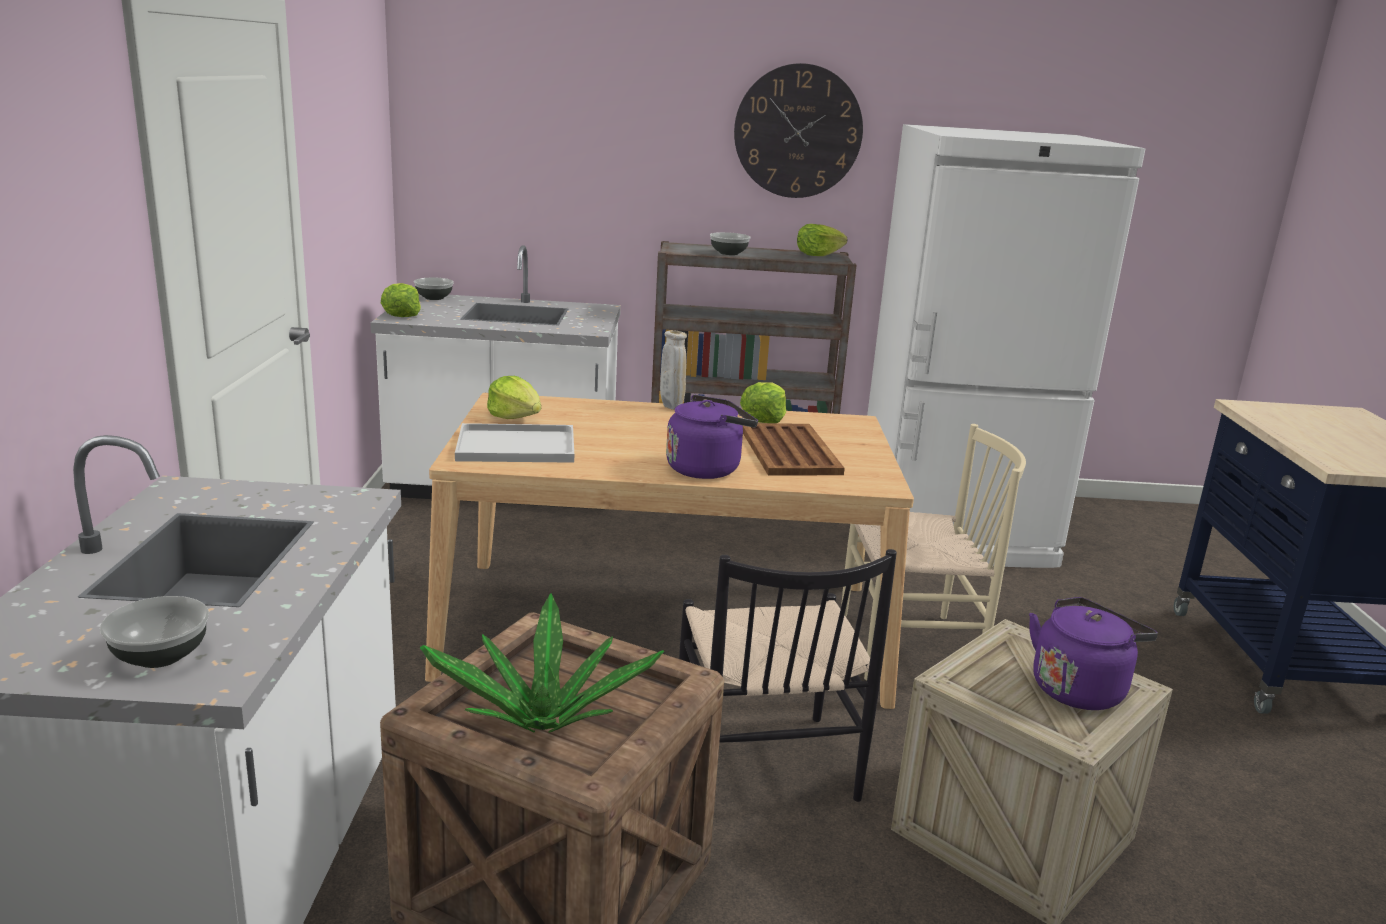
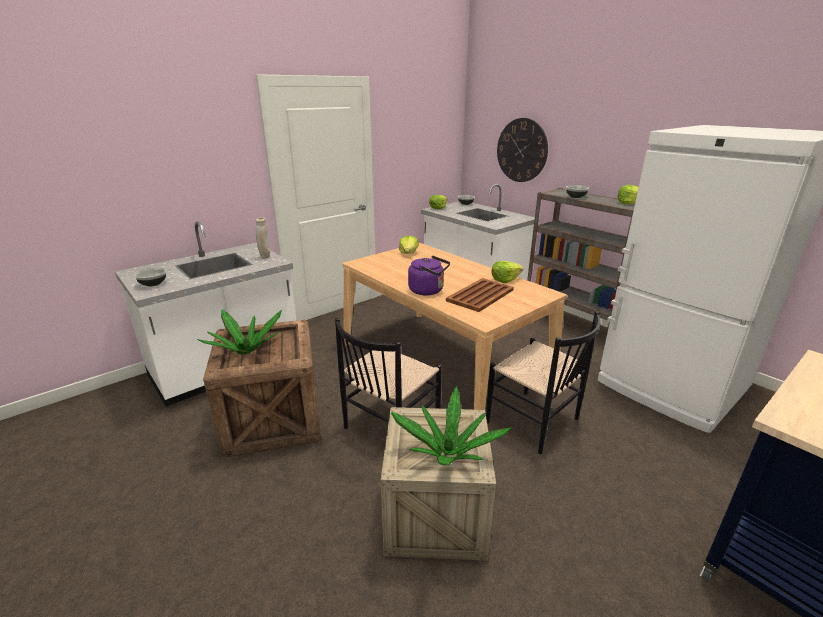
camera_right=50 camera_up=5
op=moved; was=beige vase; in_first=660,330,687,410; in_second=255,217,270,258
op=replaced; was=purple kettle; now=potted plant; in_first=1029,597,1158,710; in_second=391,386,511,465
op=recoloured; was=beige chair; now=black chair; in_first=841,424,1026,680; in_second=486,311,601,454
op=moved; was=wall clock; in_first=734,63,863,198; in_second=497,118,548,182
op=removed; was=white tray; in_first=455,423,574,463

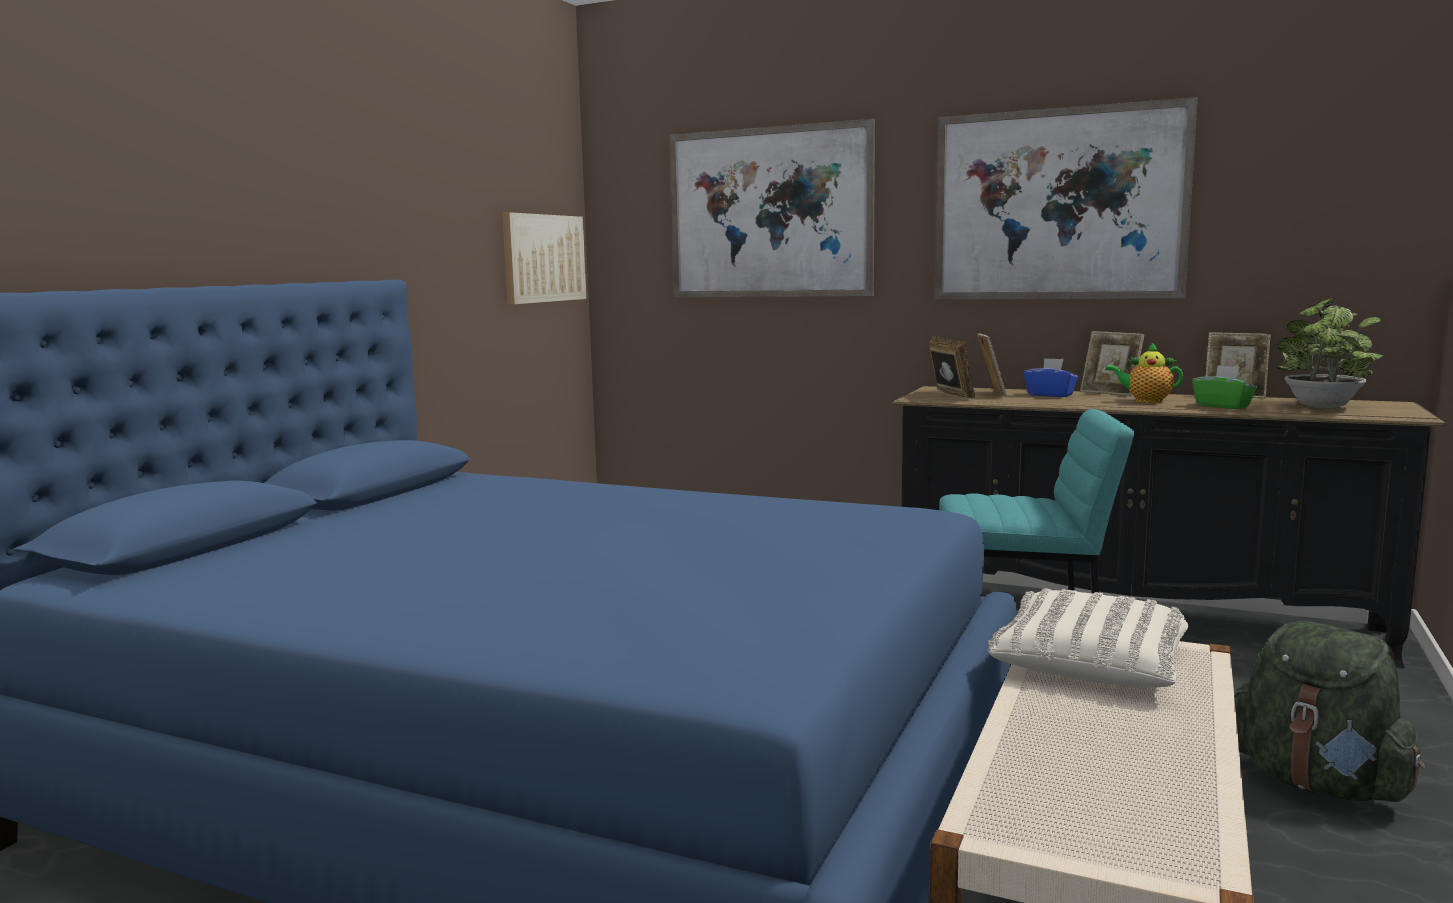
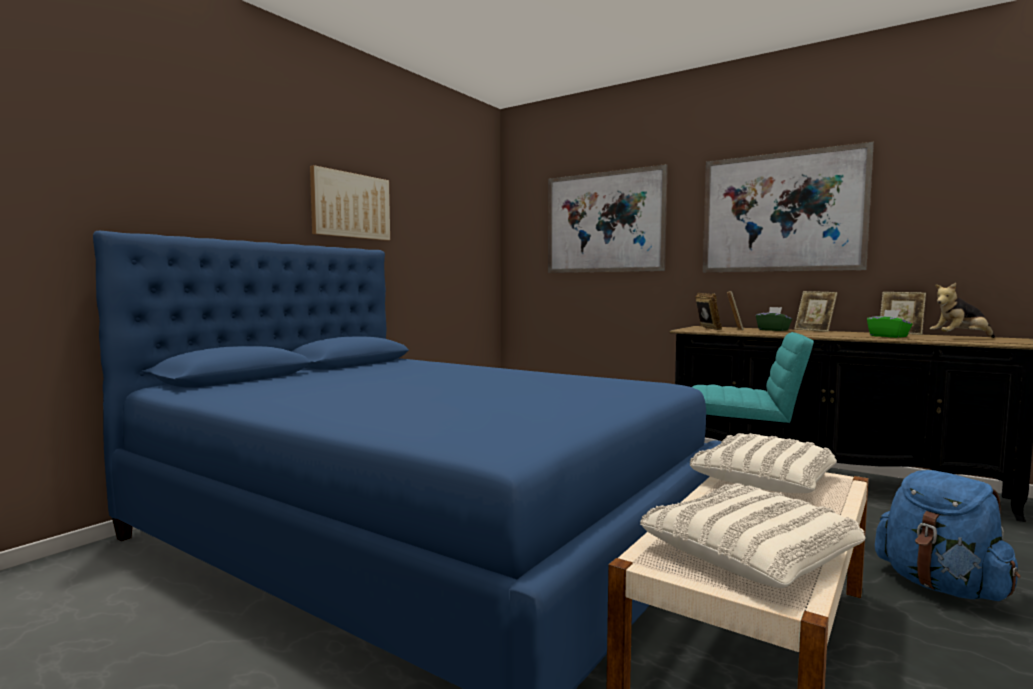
camera_right=10 camera_up=-5
op=moved; was=picture; in_first=502,212,586,305; in_second=310,165,390,241
op=added; now=beige pillow; in_second=640,483,866,588
op=recoloured; was=blue tissue box; now=green tissue box; in_first=1024,358,1079,397; in_second=756,307,792,331
op=recoloured; was=green backpack; now=blue backpack; in_first=1234,621,1425,802; in_second=875,470,1021,601
op=replaced; was=potted plant; now=plush toy; in_first=1277,298,1383,408; in_second=930,283,995,338
op=removed; was=teapot; in_first=1105,342,1183,403

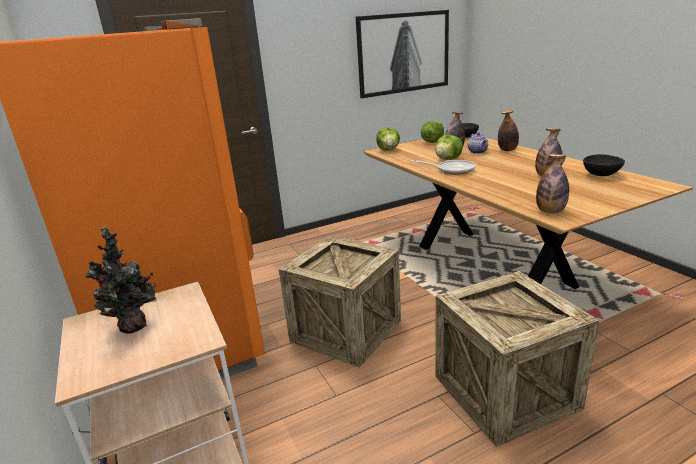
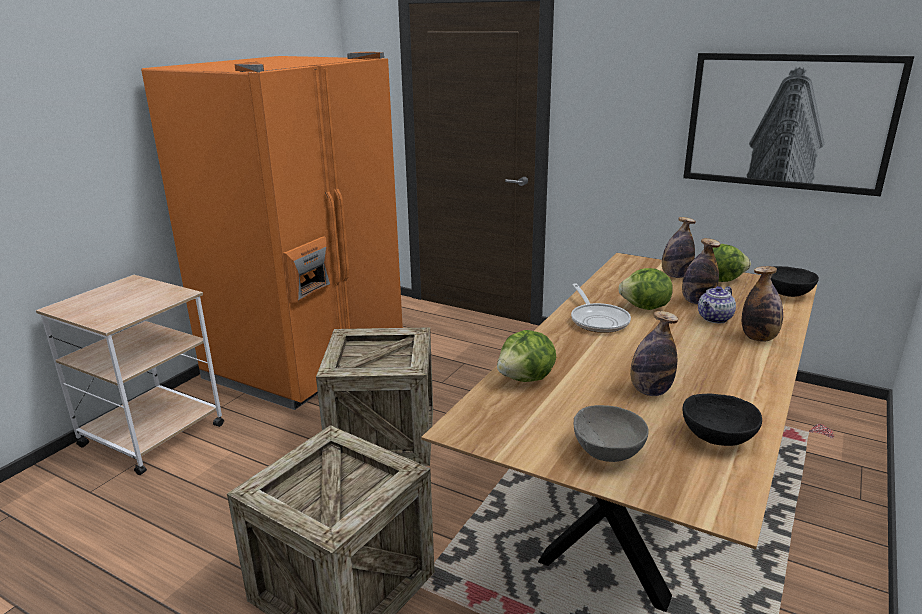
camera_right=55 camera_up=0
op=moved; was=lettuce; in_first=376,128,400,150; in_second=497,330,556,382
op=added; now=grey bowl; in_second=574,405,649,462
op=moved; was=bottle; in_first=536,154,569,213; in_second=662,217,696,278
op=removed; was=potted plant; in_first=85,226,157,334

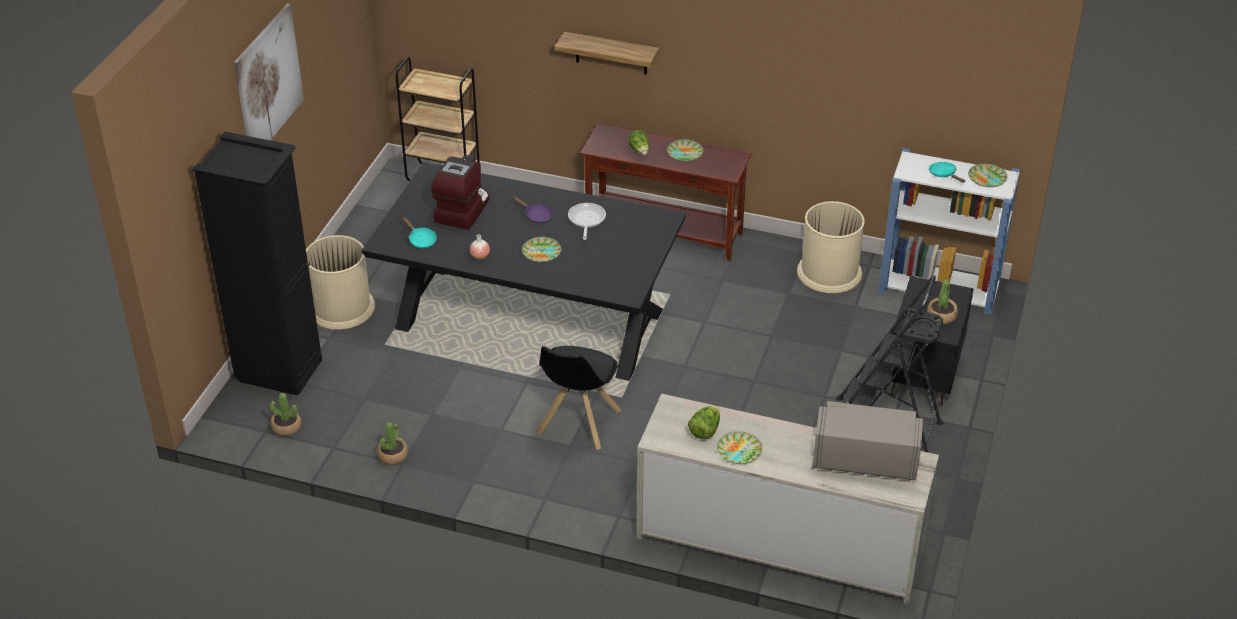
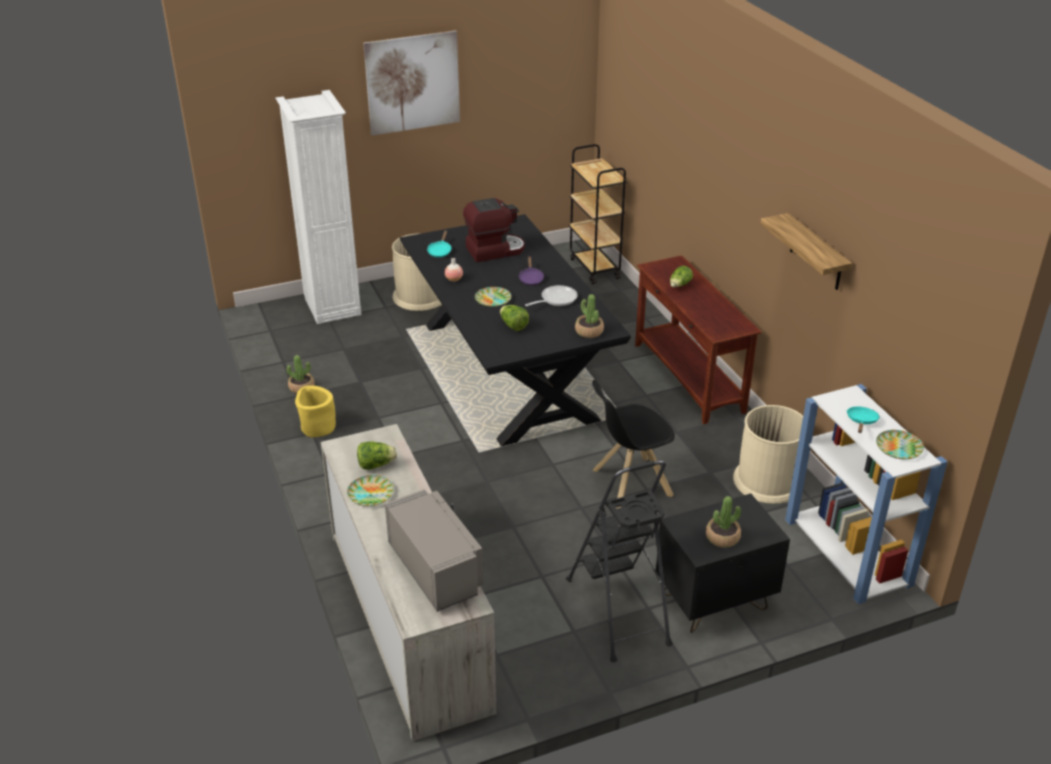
camera_right=50 camera_up=-5
op=recoloured; was=black cabinet; now=white cabinet; in_first=192,132,322,395; in_second=276,90,361,324
op=added; now=yellow planter; in_second=295,386,336,437
op=added; now=lettuce; in_second=500,305,529,331
op=moved; was=potted plant; in_first=270,393,301,436; in_second=575,294,604,338
op=moved; was=black chair; in_first=536,346,622,450; in_second=592,380,675,509
op=moved; was=shelf; in_first=555,31,659,75; in_second=760,213,852,290
op=removed; was=plate; in_first=667,139,704,161

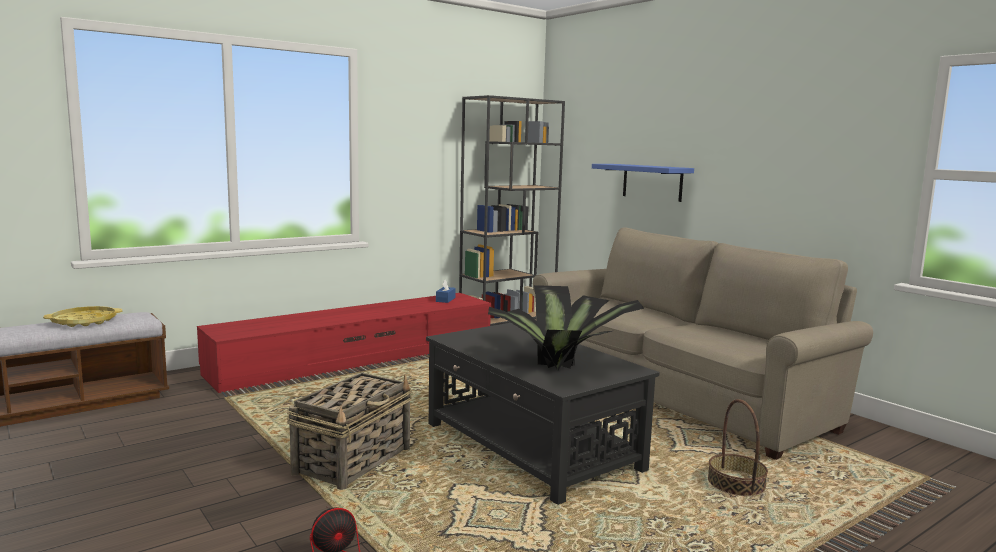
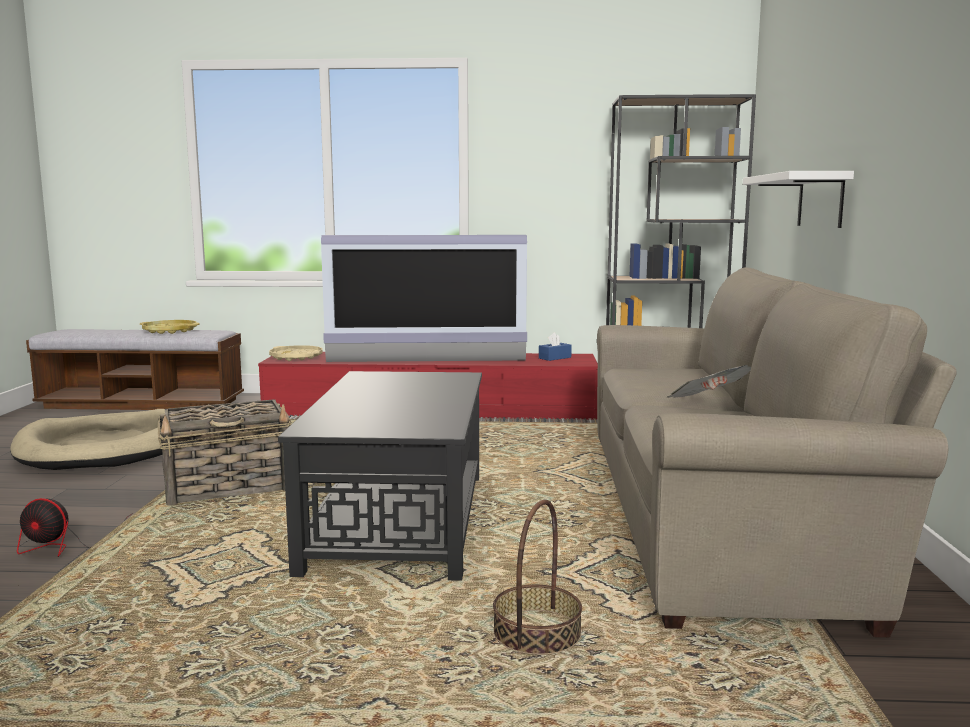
camera_right=40 camera_up=0
op=added; now=beige dog bed; in_second=10,409,165,470
op=added; now=beige tray; in_second=269,345,323,361
op=added; now=television; in_second=321,235,527,362
op=added; now=newspaper; in_second=667,365,751,398
op=recoloured; was=blue shelf; now=white shelf; in_first=592,164,694,202; in_second=743,171,854,228
op=removed; was=potted plant; in_first=488,285,645,370

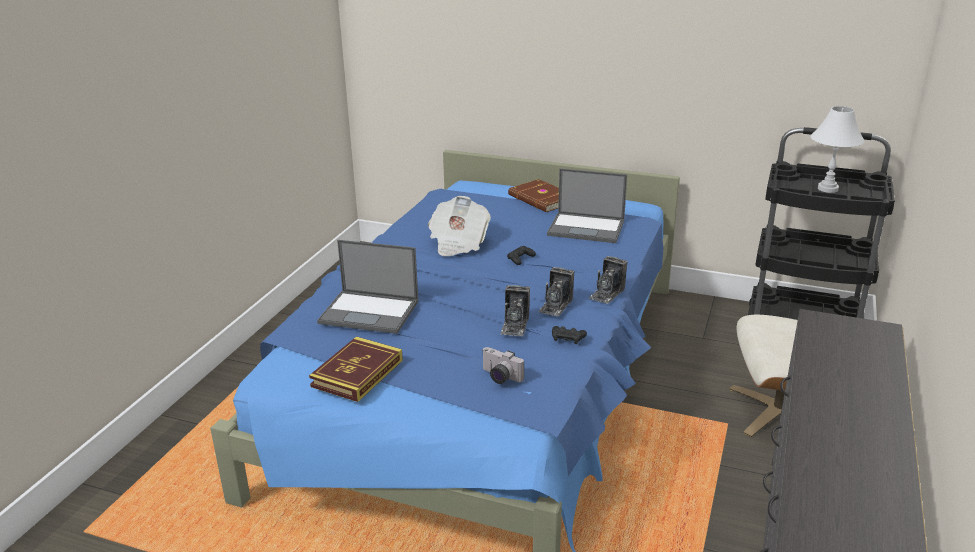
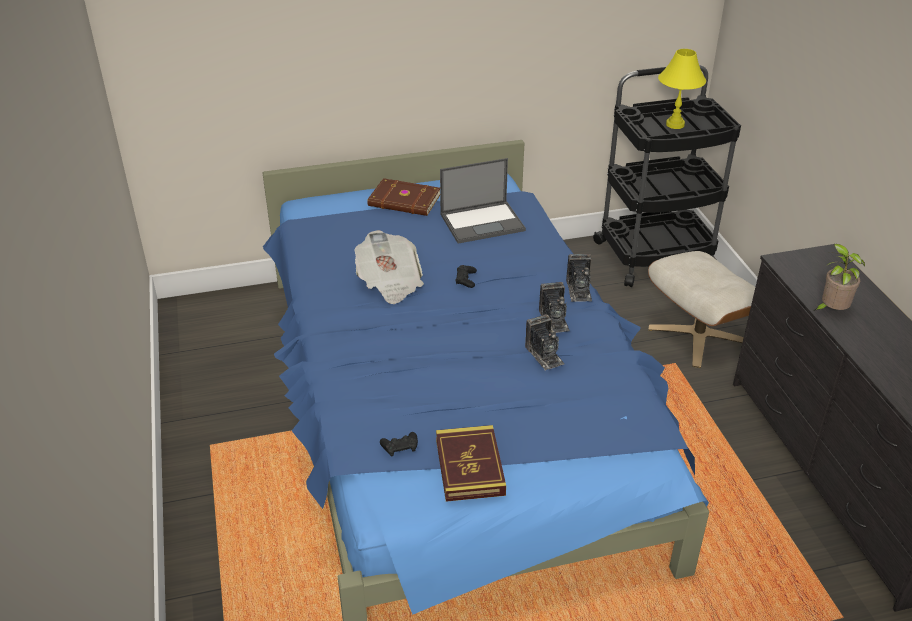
camera_right=-35 camera_up=10
op=moved; was=black game controller; in_first=552,326,587,344; in_second=380,432,418,457
op=recoloured; was=white table lamp; now=yellow table lamp; in_first=810,106,865,193; in_second=658,49,706,129
op=added; now=potted plant; in_second=813,244,865,311
op=removed; was=laptop; in_first=317,240,419,334
op=removed; was=photo camera; in_first=482,347,524,384

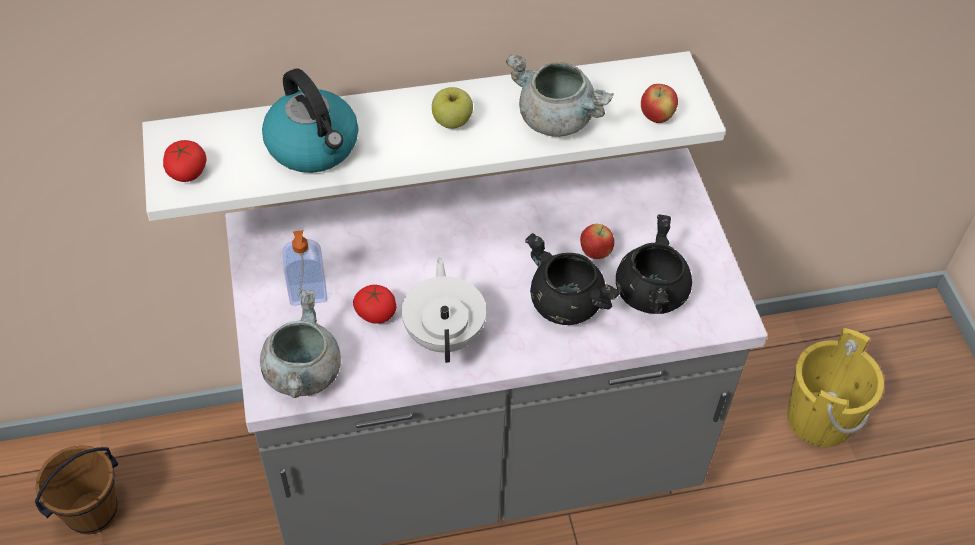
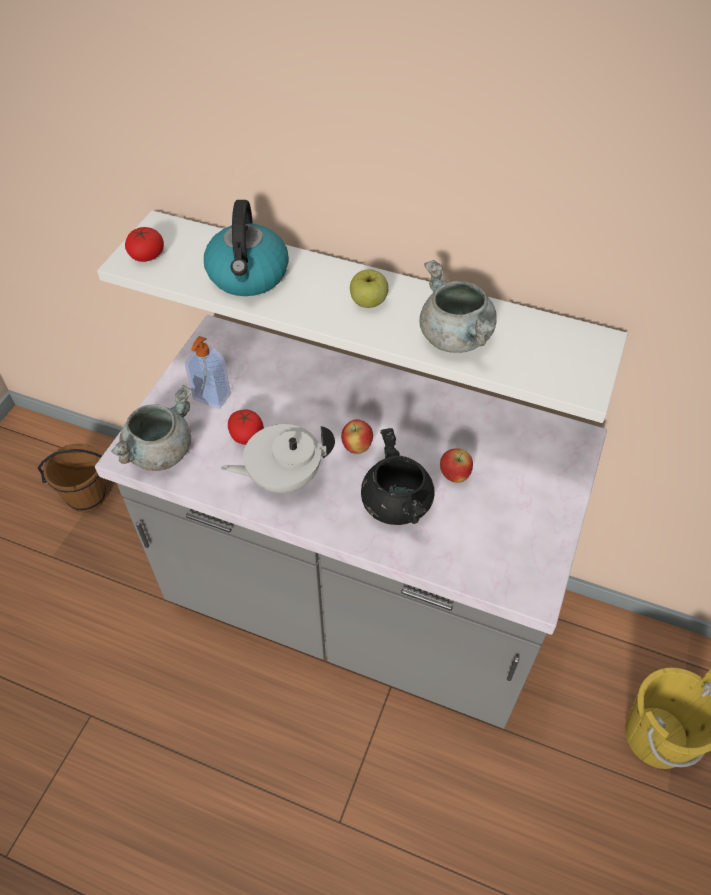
camera_right=35 camera_up=0
op=turned; was=white teapot; in_first=402,258,486,363; in_second=222,424,335,493; clockwise=-135
op=moved; was=apple; in_first=641,84,678,123; in_second=341,419,373,454
op=removed; was=black cooking pot; in_first=616,214,692,314

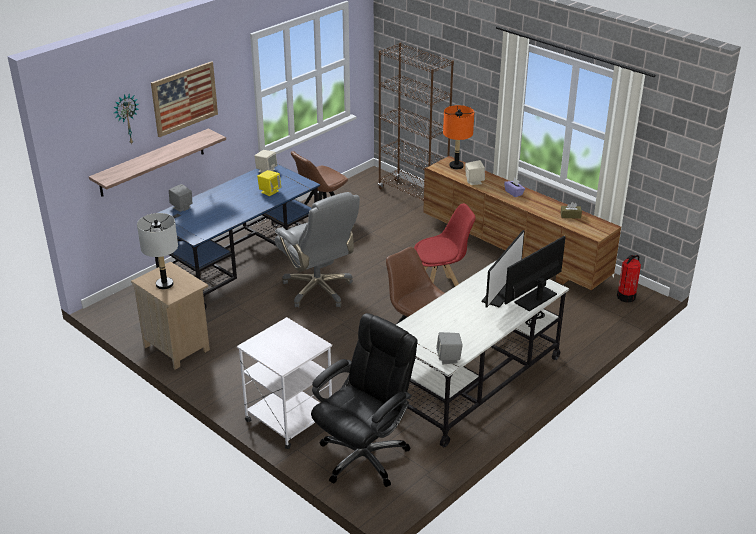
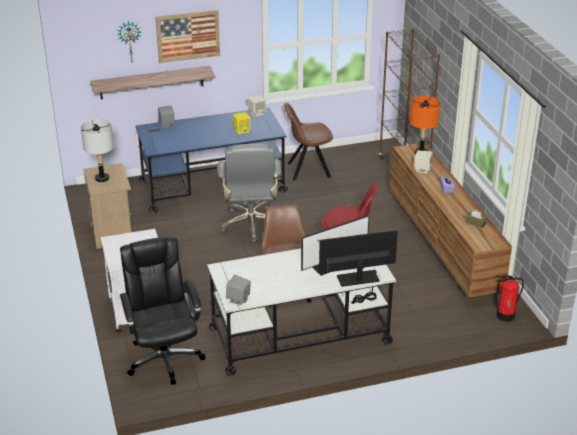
camera_right=30 camera_up=0
op=turned; was=black office chair; in_first=311,313,418,487; in_second=120,237,206,385; clockwise=-90

